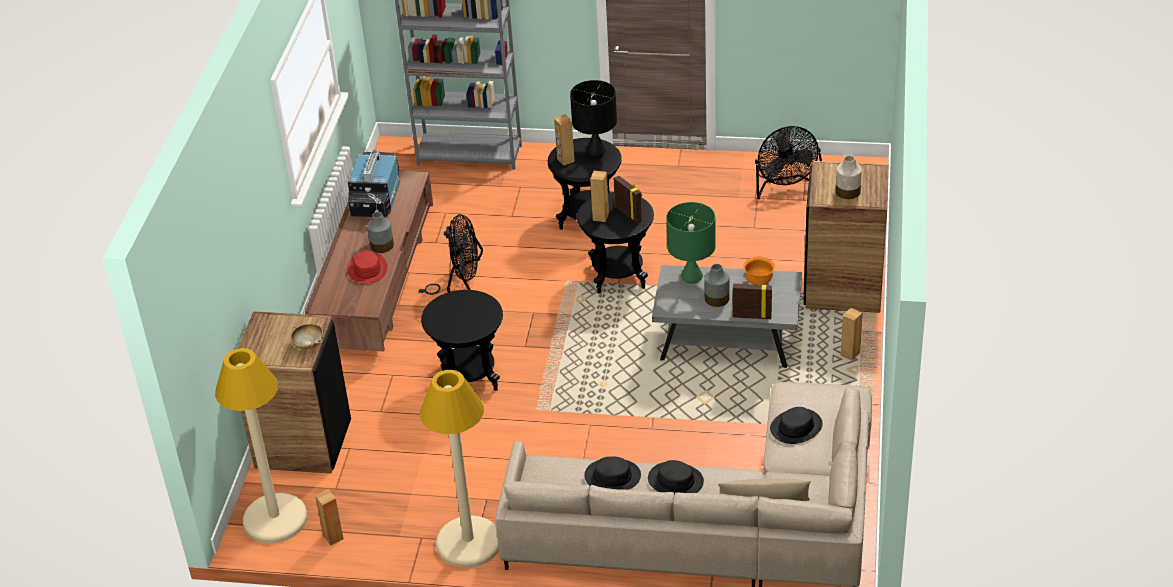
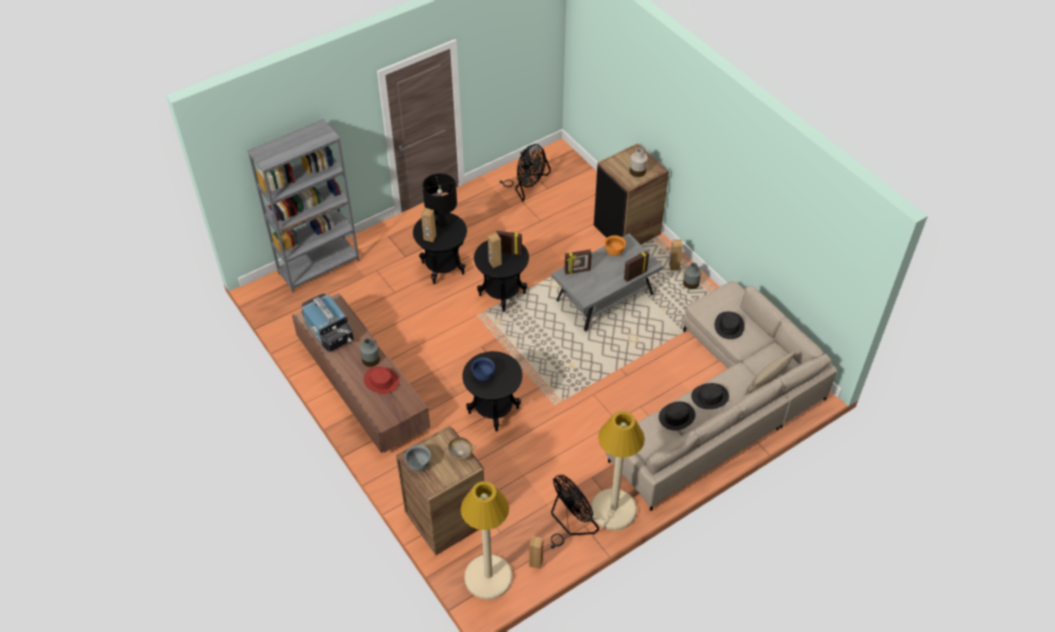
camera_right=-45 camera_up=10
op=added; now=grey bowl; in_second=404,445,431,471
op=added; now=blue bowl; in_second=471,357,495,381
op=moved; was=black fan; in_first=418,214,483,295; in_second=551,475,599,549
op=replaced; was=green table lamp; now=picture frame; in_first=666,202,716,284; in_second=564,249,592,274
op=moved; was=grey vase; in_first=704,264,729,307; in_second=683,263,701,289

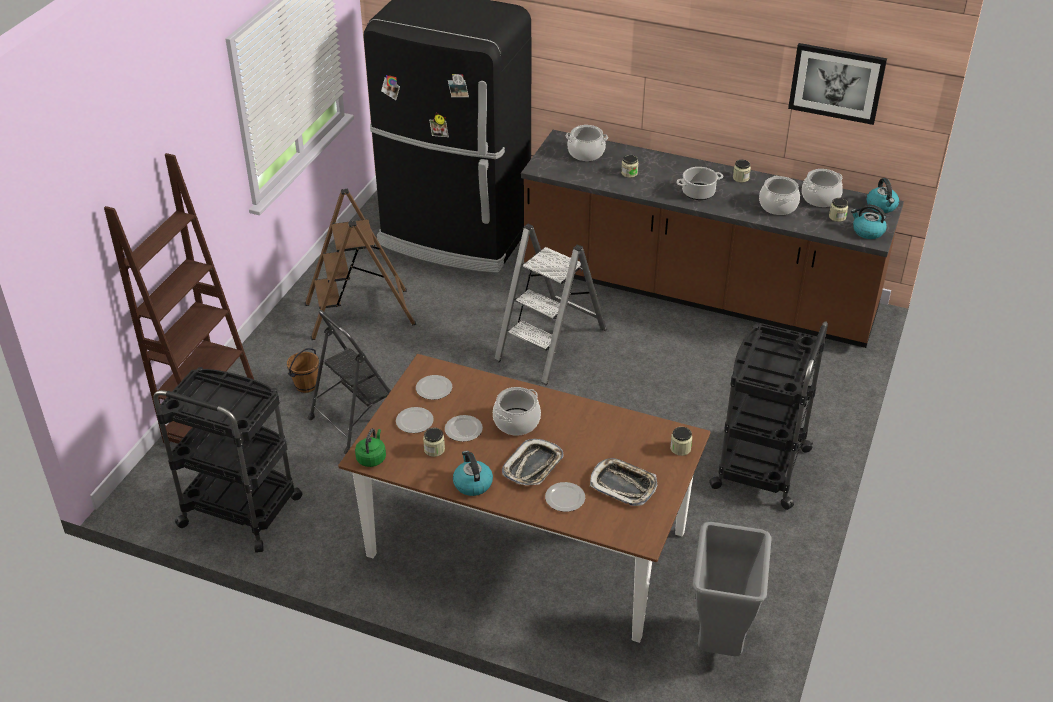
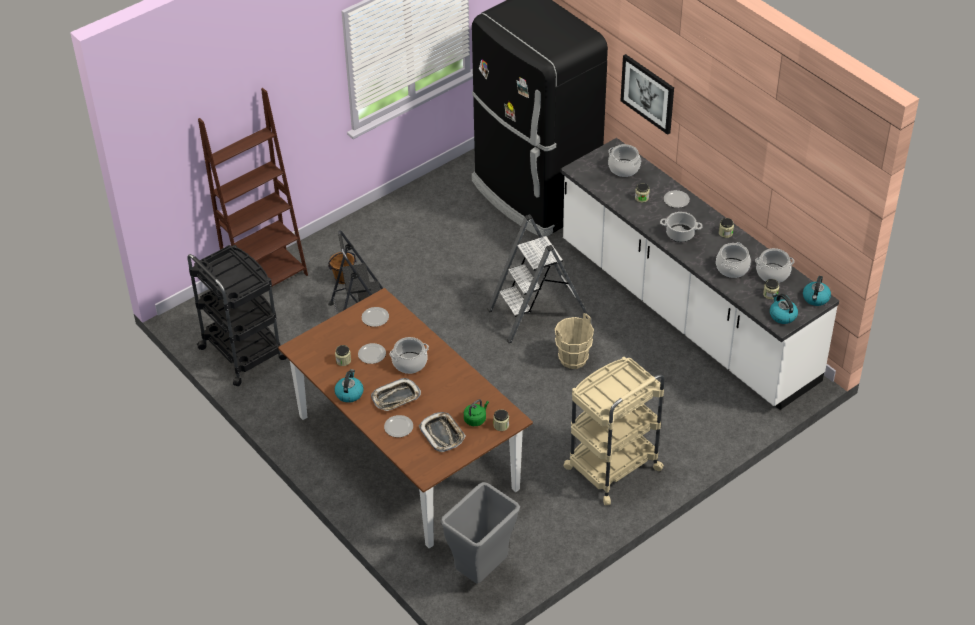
camera_right=30 camera_up=5
op=moved; was=green kettle; in_first=355,428,386,467; in_second=464,399,489,426
op=added; now=beige bucket; in_second=555,313,594,369
op=recoloured; was=brown counter; now=white counter; in_first=521,130,904,348; in_second=560,138,839,410
op=recoloured; was=black cart; now=beige cart; in_first=709,321,828,510; in_second=563,357,664,506
op=moved; was=picture; in_first=788,43,887,125; in_second=620,54,674,135
op=moved; was=plate; in_first=396,407,434,433; in_second=664,190,690,208
op=removed; was=brown step ladder; in_first=305,189,416,340

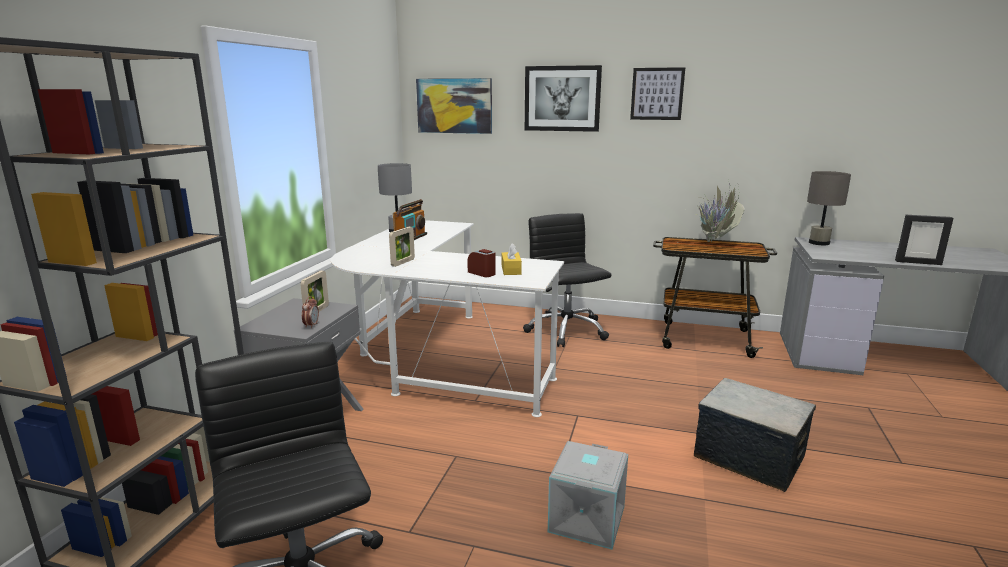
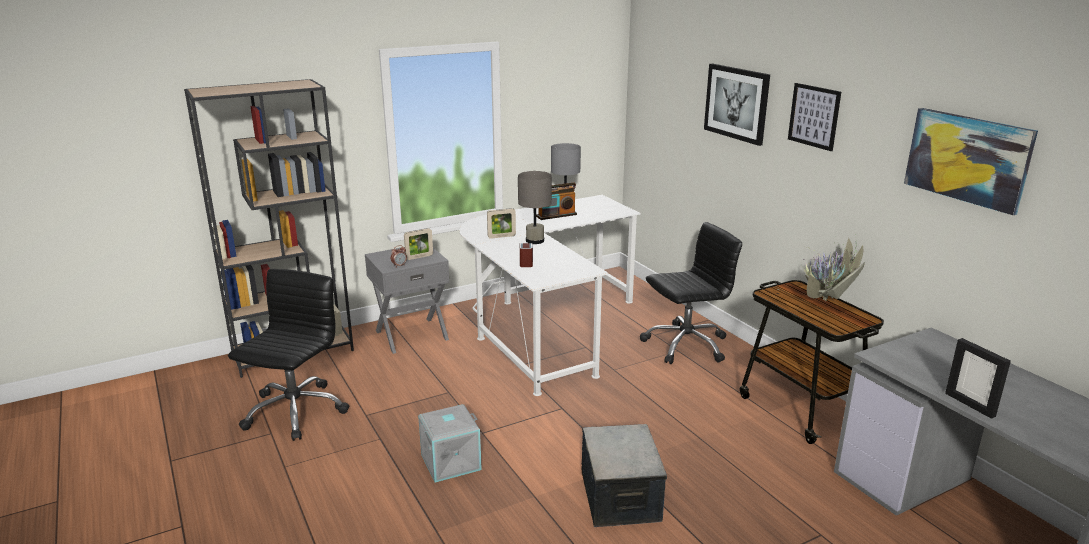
camera_right=45 camera_up=5
op=moved; was=grey table lamp; in_first=807,171,851,245; in_second=518,171,552,244
op=turned; was=black office chair; in_first=523,213,612,347; in_second=639,222,742,364; clockwise=45
op=moved; was=picture; in_first=416,78,492,134; in_second=904,108,1038,215
op=removed; was=yellow tissue box; in_first=502,243,522,275

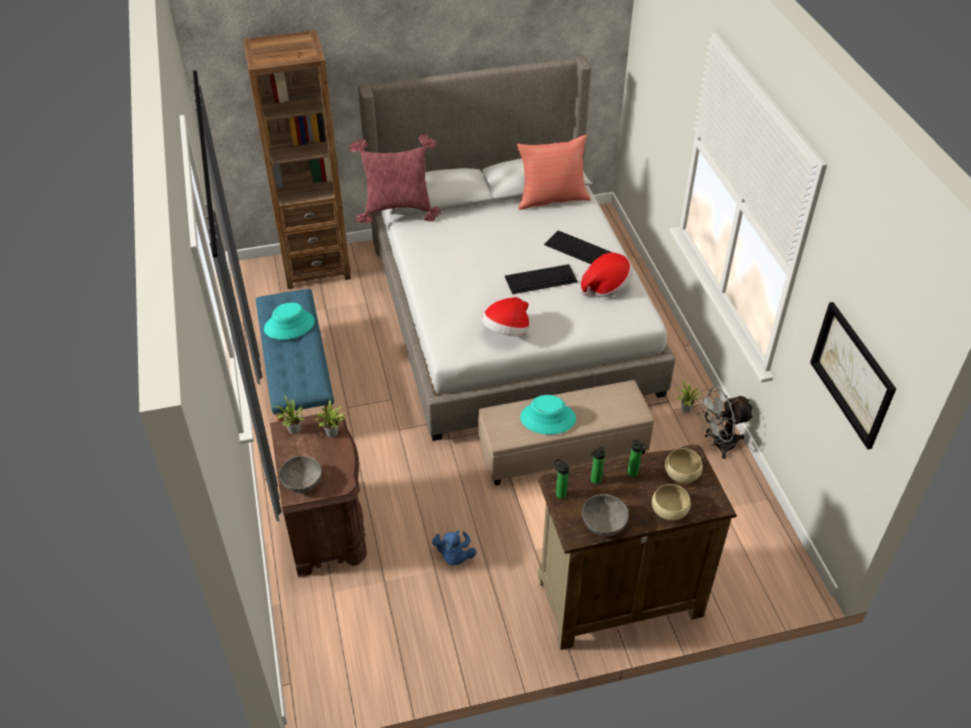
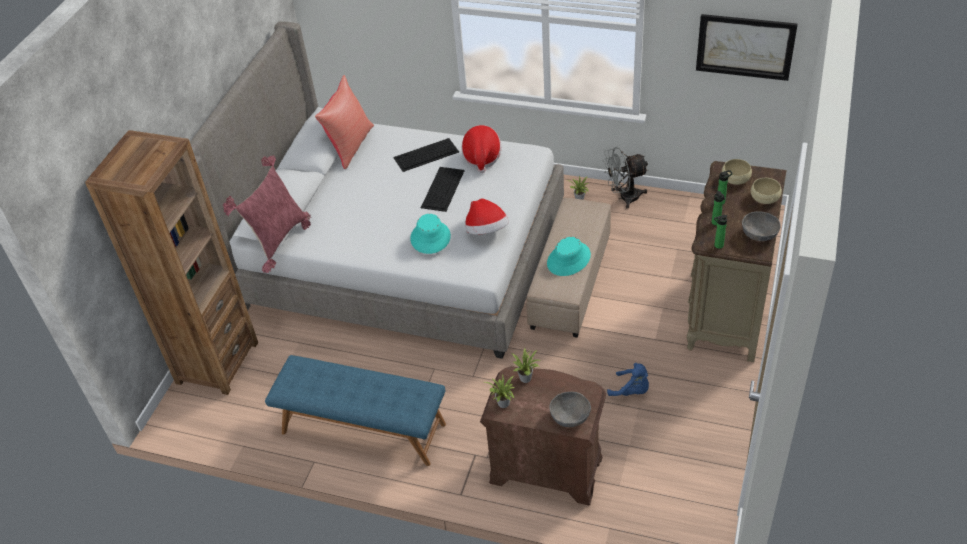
camera_right=-55 camera_up=0
op=moved; was=turquoise hat; in_first=264,302,315,340; in_second=410,214,451,254
op=turned; was=grey fan; in_first=697,387,754,459; in_second=603,147,648,209; clockwise=60

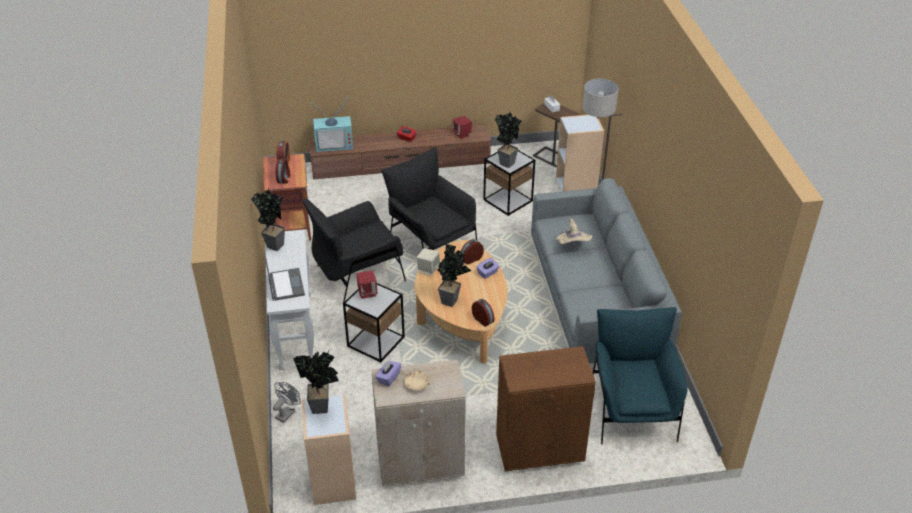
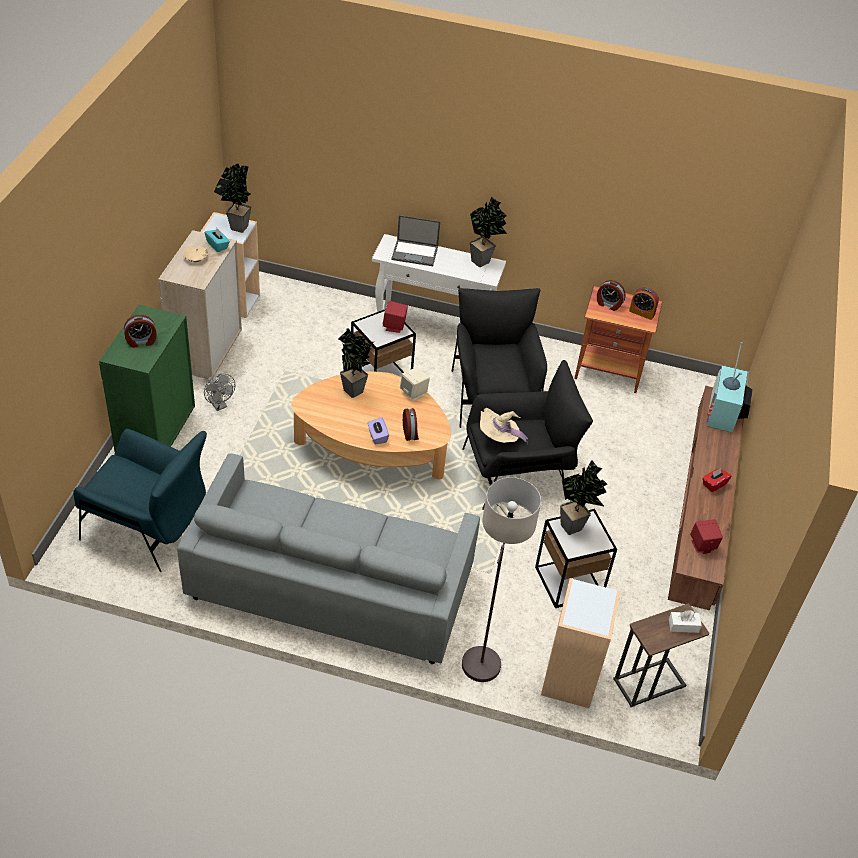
camera_right=110 camera_up=5
op=recoloured; was=brown cabinet; now=green cabinet; in_first=496,346,596,471; in_second=99,305,195,452
op=moved; was=alarm clock; in_first=472,299,495,327; in_second=124,315,157,348
op=moved; was=grey fan; in_first=273,382,301,423; in_second=204,374,235,411
op=recoloured; was=purple tissue box; now=turquoise tissue box; in_first=375,360,401,387; in_second=205,228,230,252
op=moved; was=beige hat; in_first=556,218,592,244; in_second=480,408,528,443

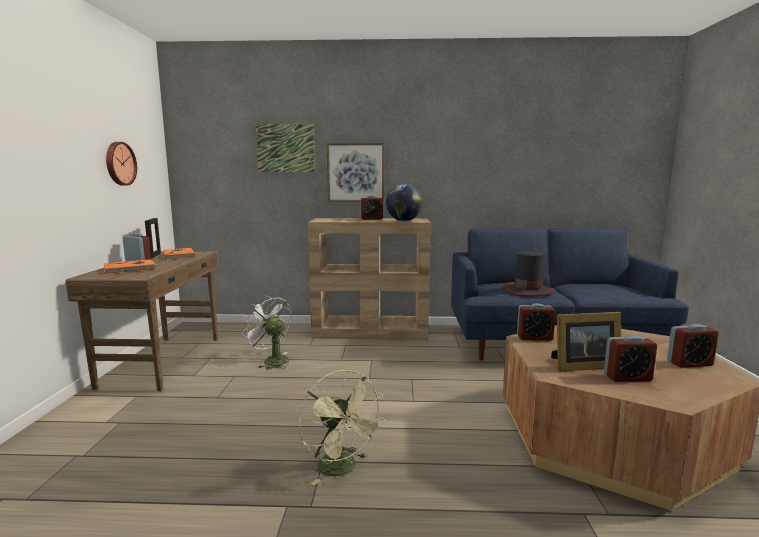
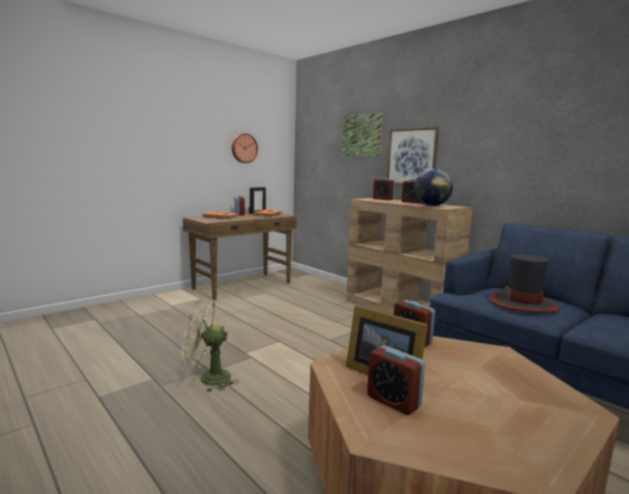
camera_right=45 camera_up=0
op=turned; was=green fan; in_first=299,370,386,485; in_second=182,300,239,392; clockwise=75
op=moved; was=alarm clock; in_first=667,324,719,368; in_second=373,177,395,200
op=removed; was=white fan; in_first=242,296,291,370

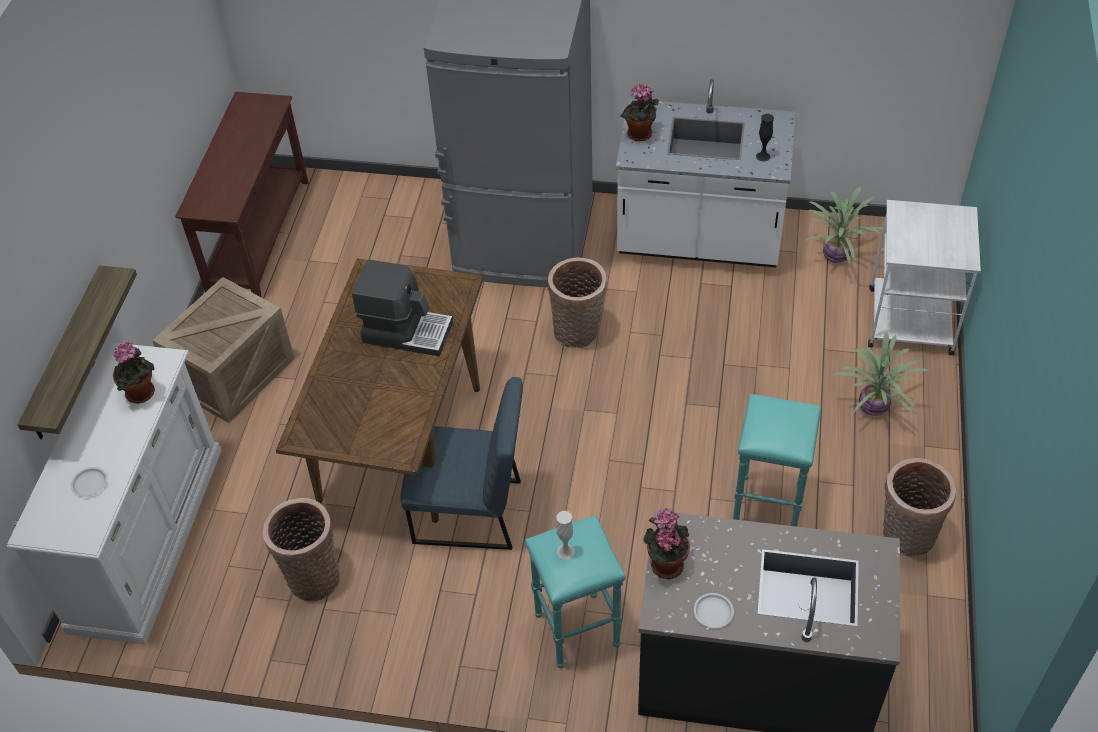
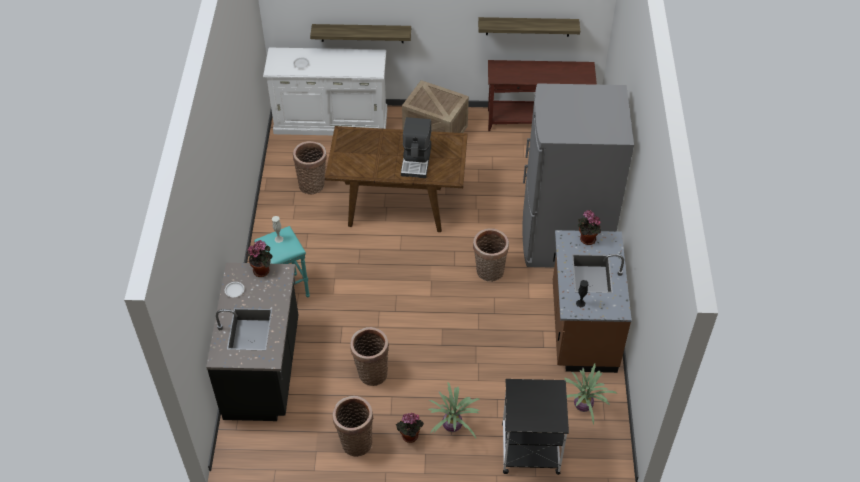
camera_right=80 camera_up=0
op=replaced; was=turquoise stool; now=basket; in_first=733,394,821,527; in_second=350,327,389,386
op=moved; was=potted plant; in_first=113,342,155,404; in_second=396,413,424,443
op=added; now=shelf; in_second=478,17,580,37
op=recoloured; was=white cart; now=black cart; in_first=868,200,981,355; in_second=502,379,569,475
op=recoloured; was=white counter; now=brown counter; in_first=616,79,795,267; in_second=553,230,632,373
op=removed; was=blue chair; in_first=400,377,523,550

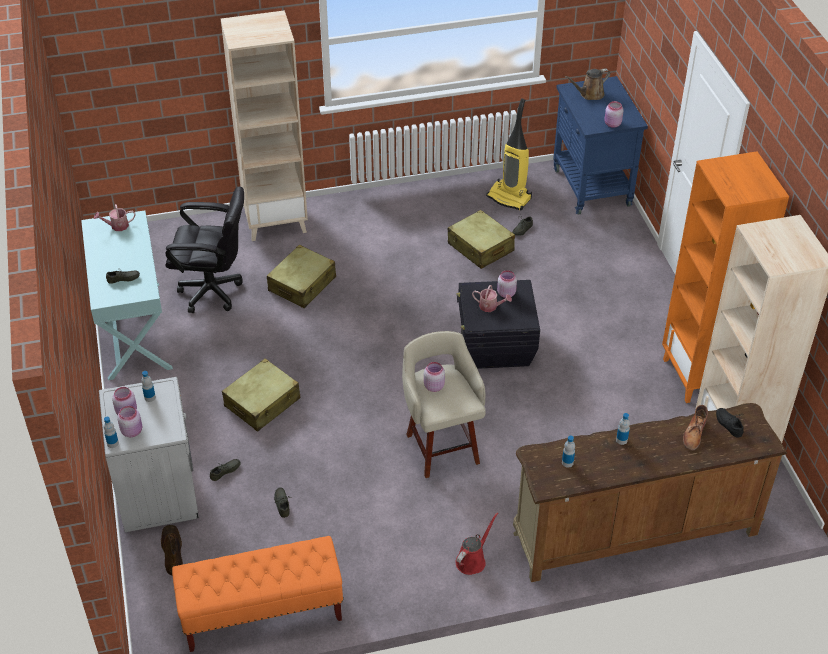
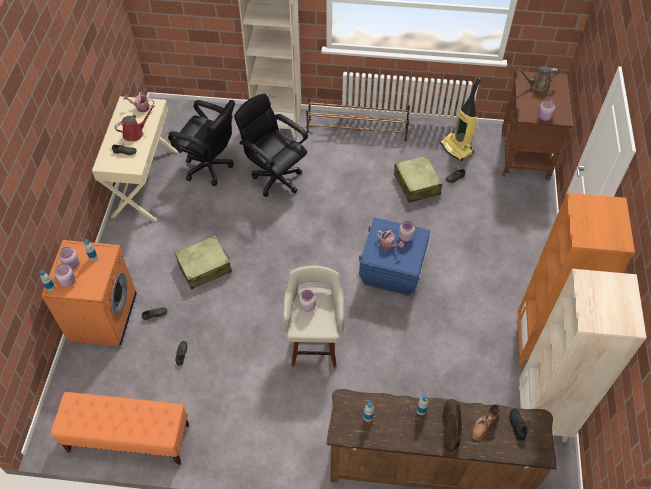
camera_right=20 camera_up=10
op=recoloured; was=white washing machine; now=orange washing machine; in_first=99,377,199,532; in_second=41,240,137,346
op=recoloured; was=turquoise desk; now=beige desk; in_first=81,210,173,380; in_second=92,96,177,222
op=moved; was=red watering can; in_first=456,512,498,575; in_second=115,105,155,141
op=replaced; was=beige suitcase; now=black office chair; in_first=267,245,336,308; in_second=234,93,308,197
op=added; now=brown shoe rack; in_second=306,98,410,141
op=recoloured; was=black storage box; now=blue storage box; in_first=457,280,540,369; in_second=359,217,430,296
op=moved; was=brown boot; in_first=161,525,183,575; in_second=442,399,462,451
op=recoloured; was=blue cart; now=brown cart; in_first=552,76,648,215; in_second=501,71,573,180

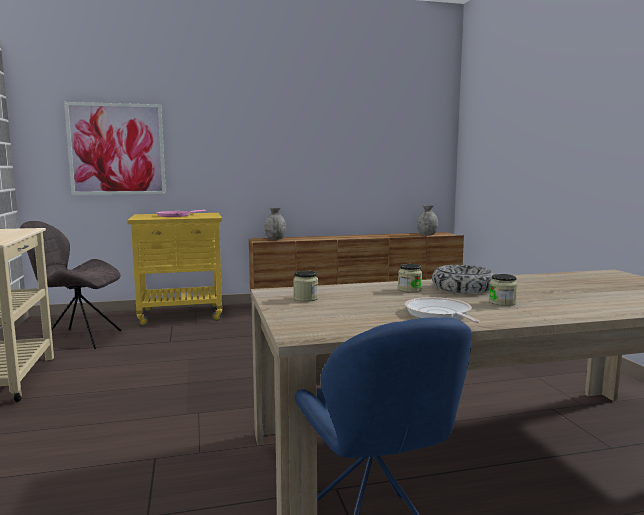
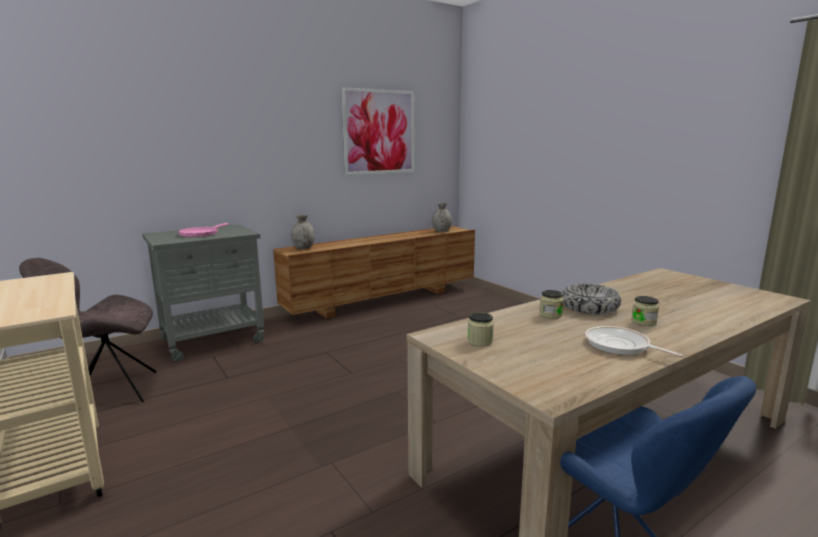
camera_right=-20 camera_up=5
op=recoloured; was=yellow cart; now=grey cart; in_first=127,213,222,326; in_second=142,224,265,362
op=moved; was=picture; in_first=64,102,166,195; in_second=341,87,414,175

